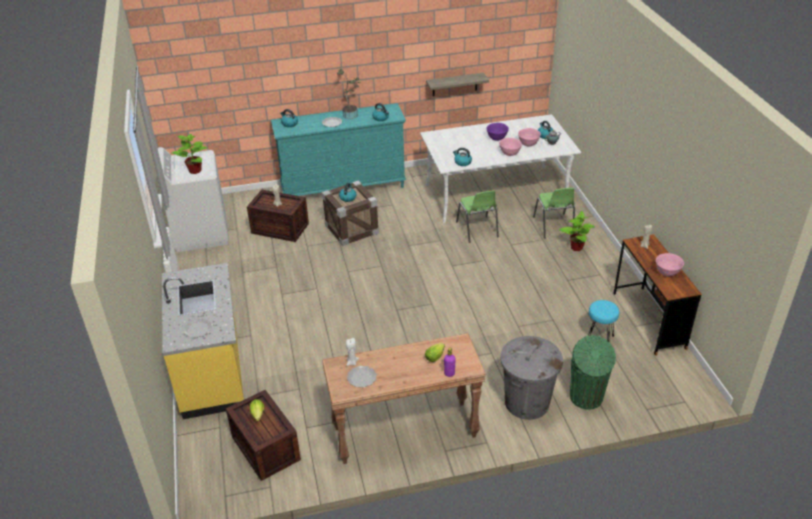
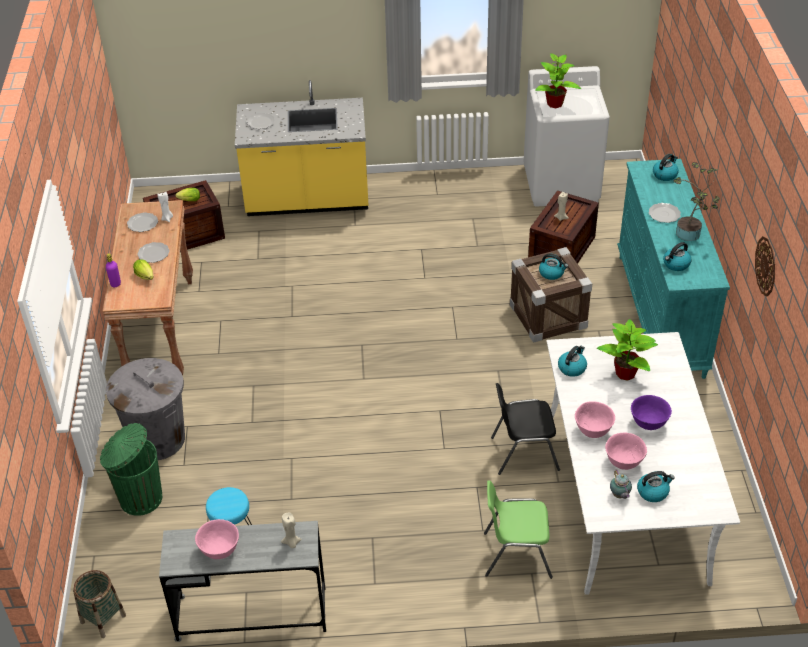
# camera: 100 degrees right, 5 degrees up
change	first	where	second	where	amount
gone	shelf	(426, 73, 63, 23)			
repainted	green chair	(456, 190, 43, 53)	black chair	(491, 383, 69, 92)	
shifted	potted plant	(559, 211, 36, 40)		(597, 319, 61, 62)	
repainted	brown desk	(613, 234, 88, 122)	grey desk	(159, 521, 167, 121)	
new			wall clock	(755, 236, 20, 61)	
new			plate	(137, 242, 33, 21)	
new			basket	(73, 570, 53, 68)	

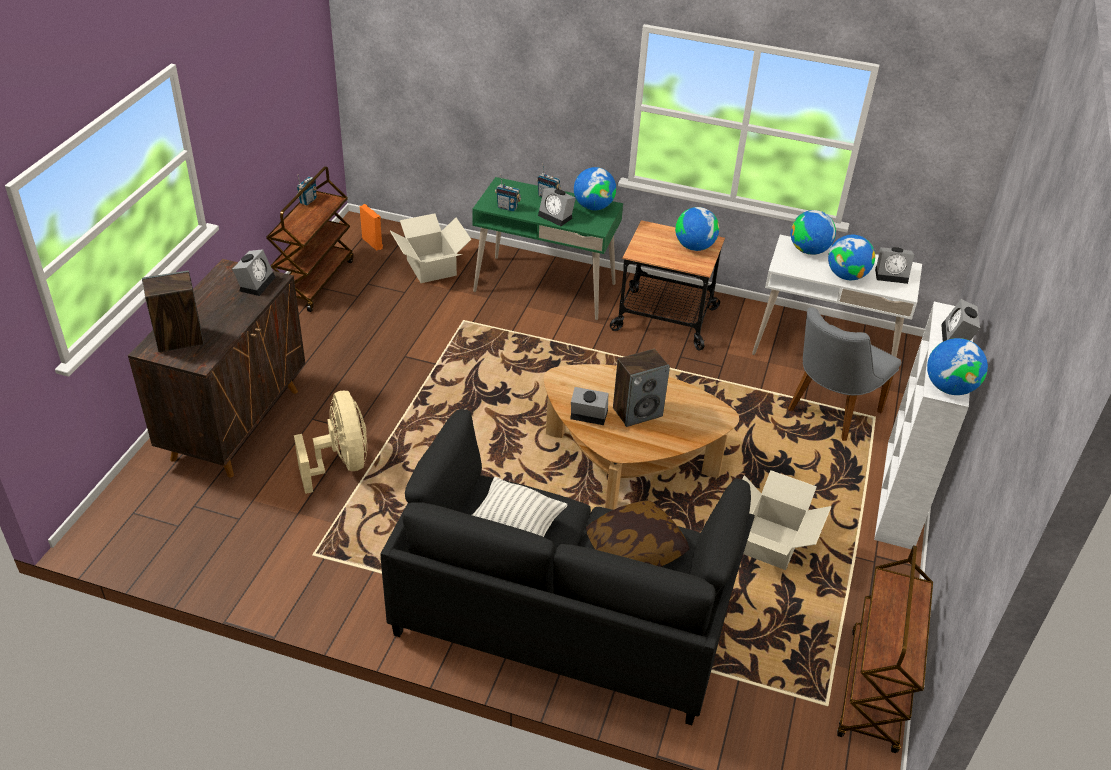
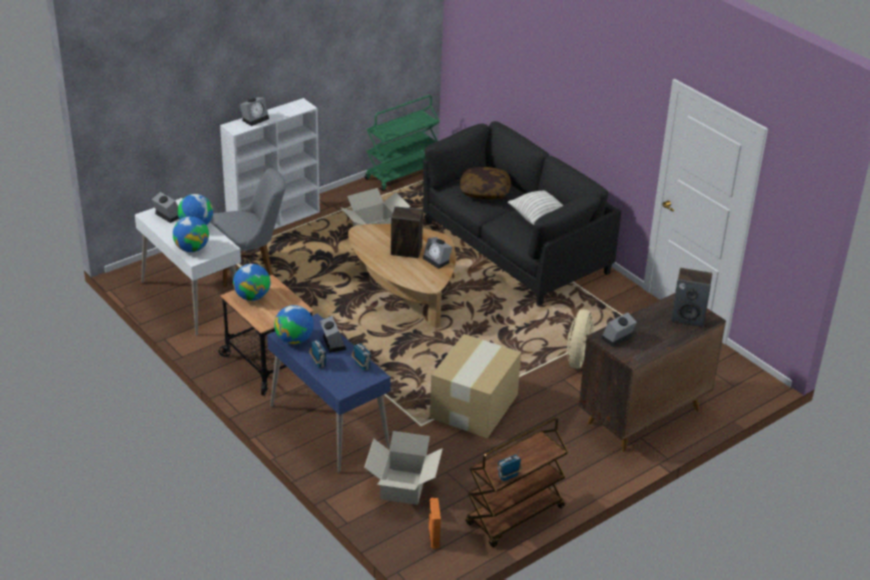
# camera: 145 degrees left, 5 degrees down
change	first	where	second	where	amount
repainted	green desk	(472, 177, 151, 143)	blue desk	(267, 314, 124, 158)	
gone	globe	(927, 338, 61, 57)			
repainted	brown cart	(837, 545, 96, 208)	green cart	(365, 95, 75, 96)	
new			cardboard box	(430, 334, 91, 104)	

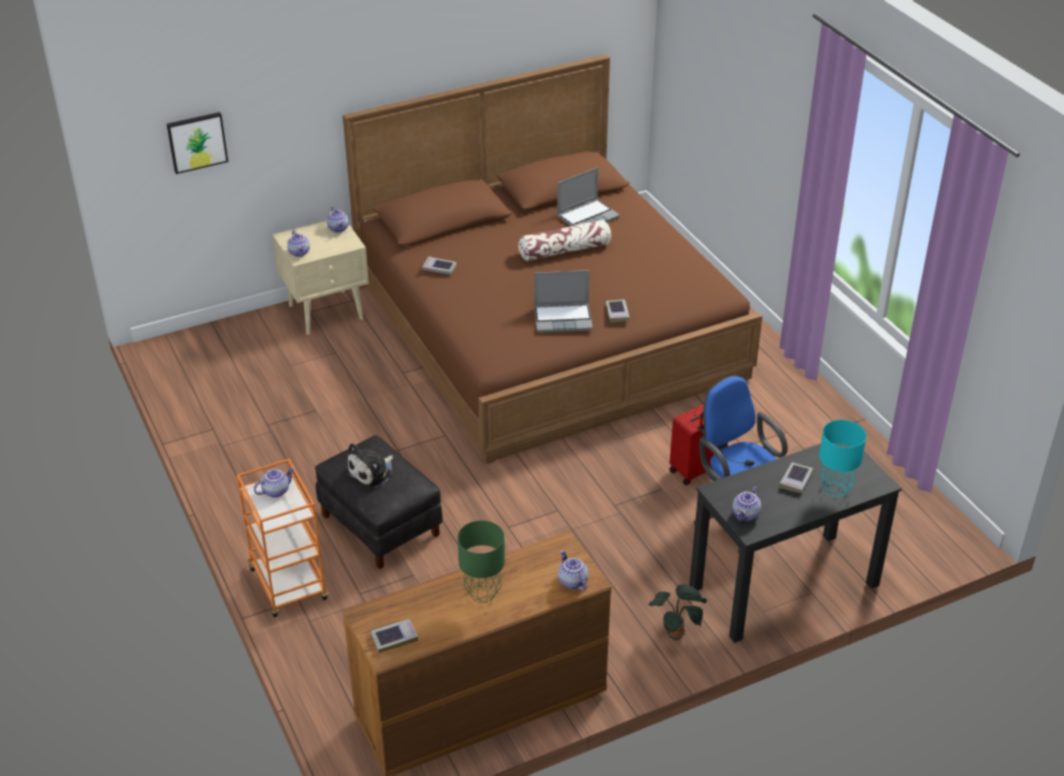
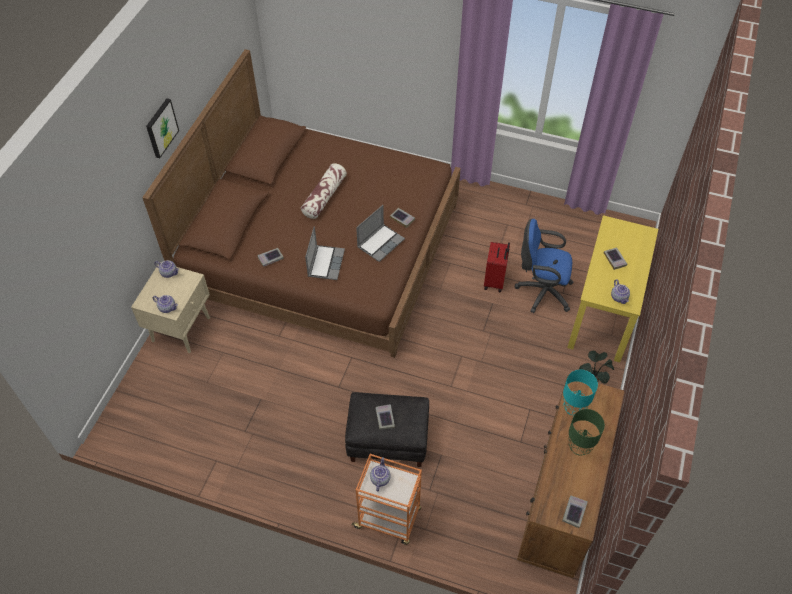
# camera: 45 degrees left, 15 degrees up
change	first	where	second	where	amount
shifted	picture	(167, 112, 61, 62)		(146, 98, 33, 60)	
shifted	laptop	(557, 167, 63, 59)		(305, 226, 40, 54)	
shifted	turquoise table lamp	(819, 420, 47, 77)		(563, 370, 35, 46)	
swapped	plush toy	(346, 443, 47, 46)	book	(375, 404, 20, 26)	
repainted	black desk	(689, 444, 213, 199)	yellow desk	(567, 215, 91, 148)	
gone	teapot	(558, 550, 30, 41)			

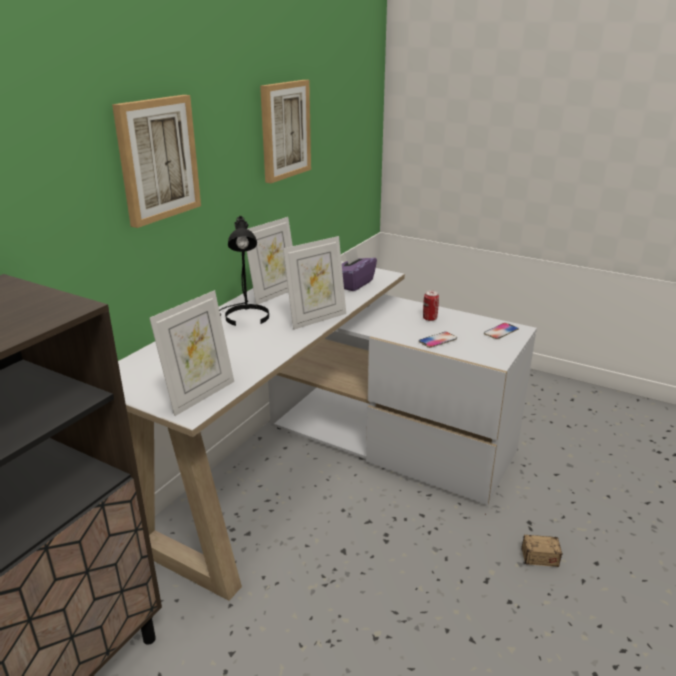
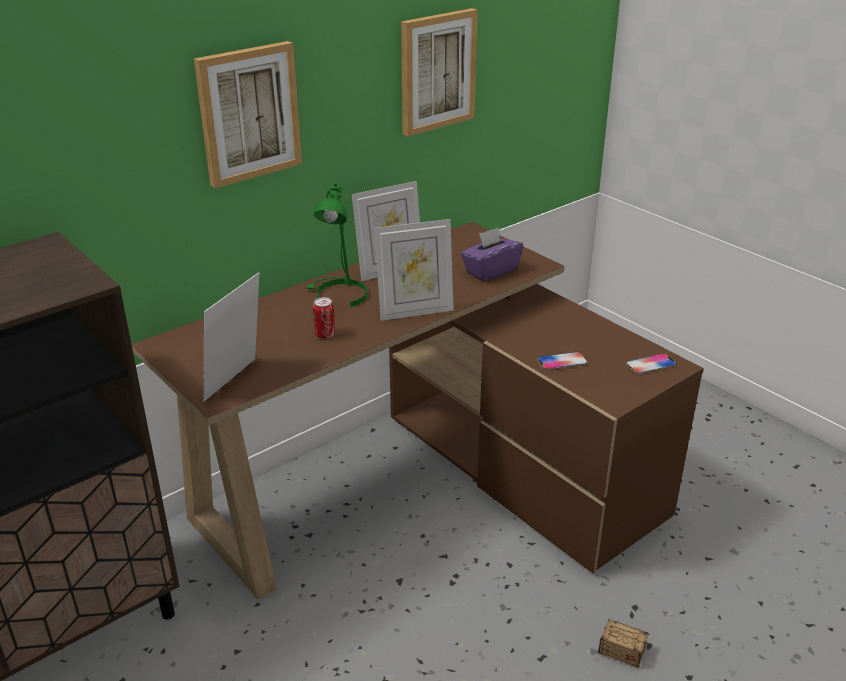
# camera: 20 degrees right, 5 degrees up
change	first	where	second	where	amount
repainted	black table lamp	(219, 216, 50, 110)	green table lamp	(306, 183, 61, 124)	
repainted	white desk	(118, 261, 419, 340)	brown desk	(132, 222, 572, 377)	
rotated	picture frame	(149, 290, 85, 126)		(203, 272, 56, 129)	150 degrees clockwise
shifted	can	(423, 290, 16, 31)		(313, 297, 22, 42)	

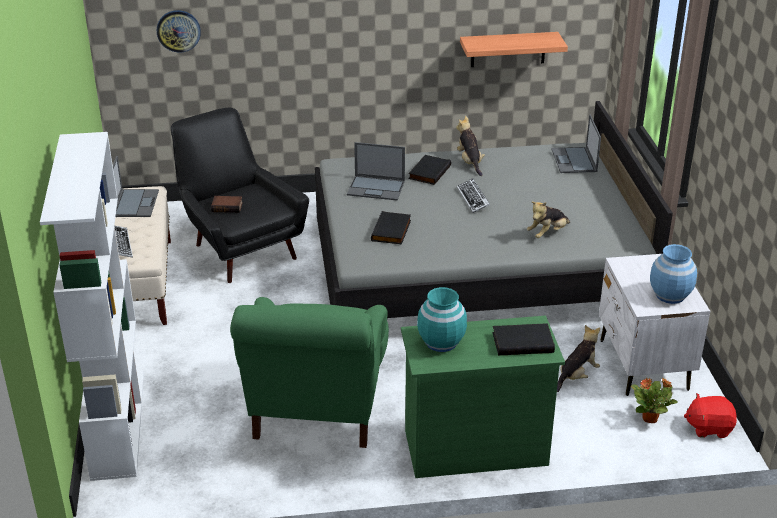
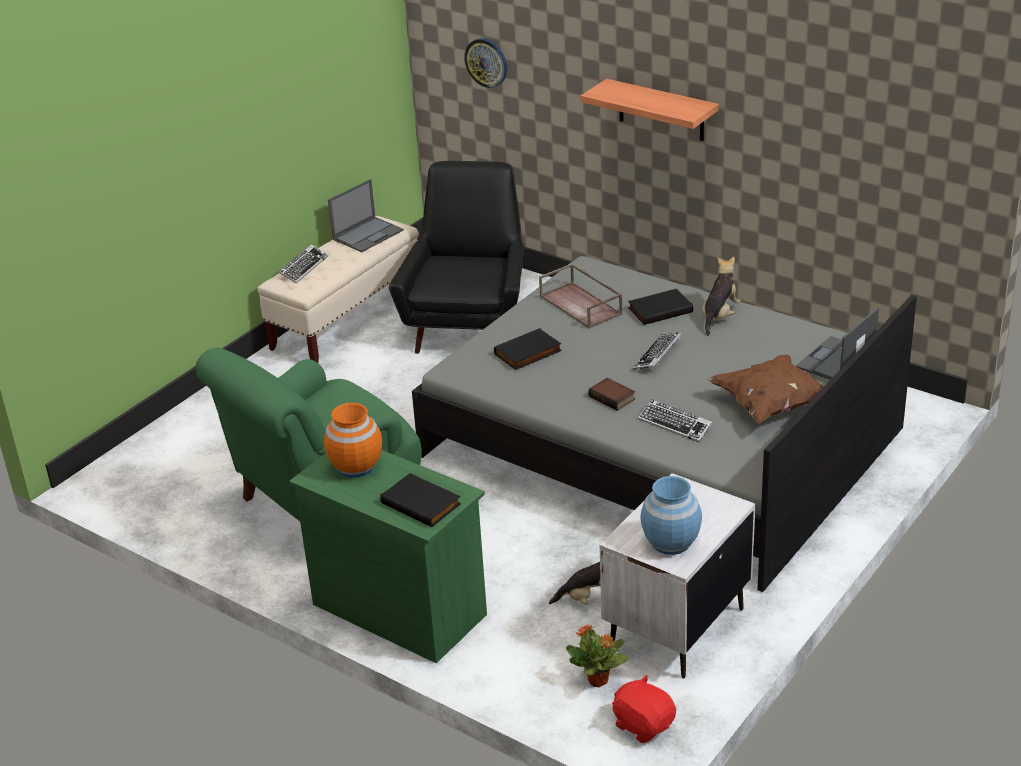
# camera: 45 degrees right, 0 degrees up
change	first	where	second	where	amount
shifted	shelf	(460, 32, 108, 35)		(580, 79, 139, 62)	
gone	white bookcase	(40, 132, 104, 349)			
swapped	laptop	(347, 142, 58, 58)	brown tray	(539, 263, 84, 66)	
shifted	book	(211, 196, 32, 17)		(588, 378, 47, 33)	
swapped	plush toy	(527, 202, 43, 36)	keyboard	(638, 399, 74, 43)	
repainted	turquoise vase	(417, 287, 50, 65)	orange vase	(324, 403, 58, 75)	
new			brown pillow	(708, 354, 115, 70)	

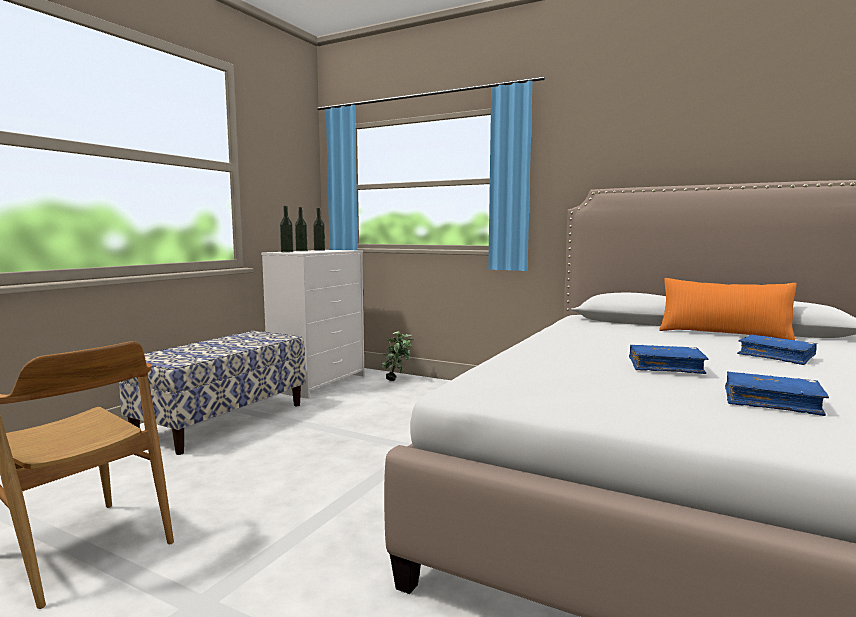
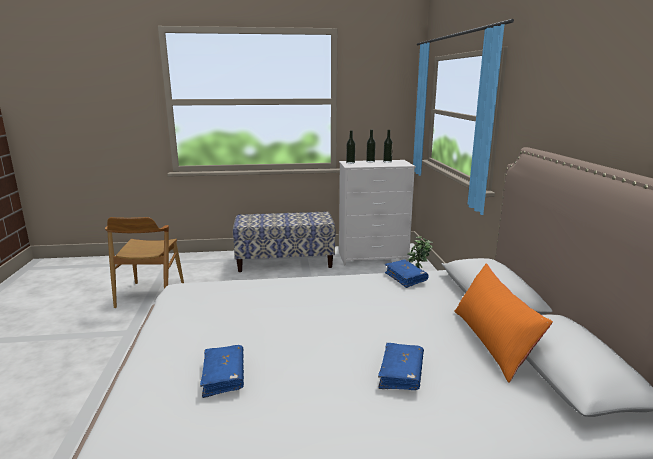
# camera: 55 degrees right, 10 degrees up
change	first	where	second	where	amount
shifted	blue book	(629, 345, 80, 29)		(385, 260, 43, 28)	

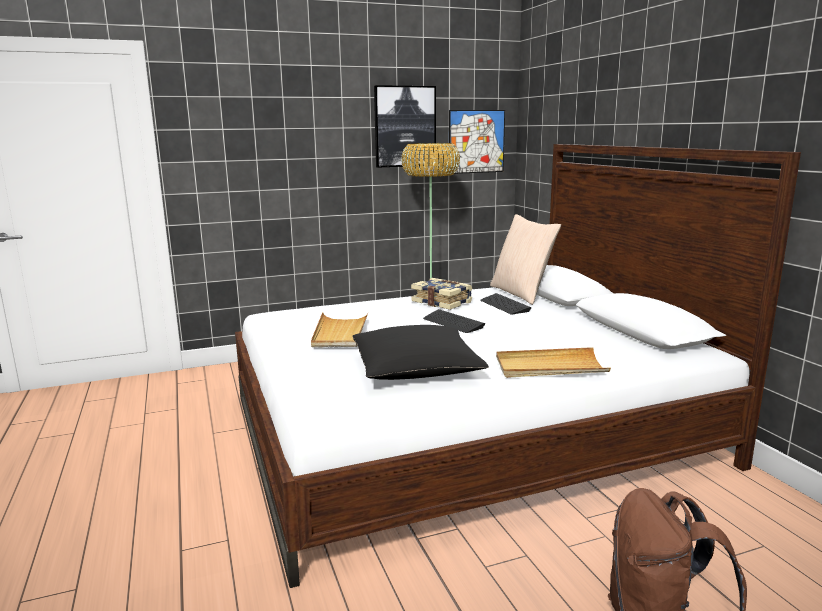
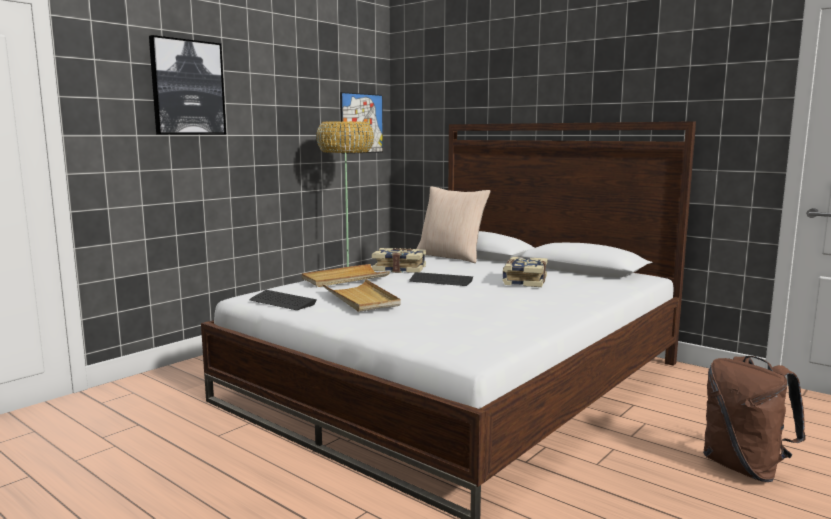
# camera: 30 degrees left, 5 degrees down
change	first	where	second	where	amount
shifted	picture	(374, 85, 62, 83)		(149, 35, 77, 100)	
shifted	keyboard	(480, 293, 51, 22)		(250, 290, 66, 20)	
gone	black pillow	(352, 325, 137, 55)			
shifted	beige tray	(496, 347, 115, 31)		(302, 264, 88, 23)	
new			book	(502, 257, 46, 30)	

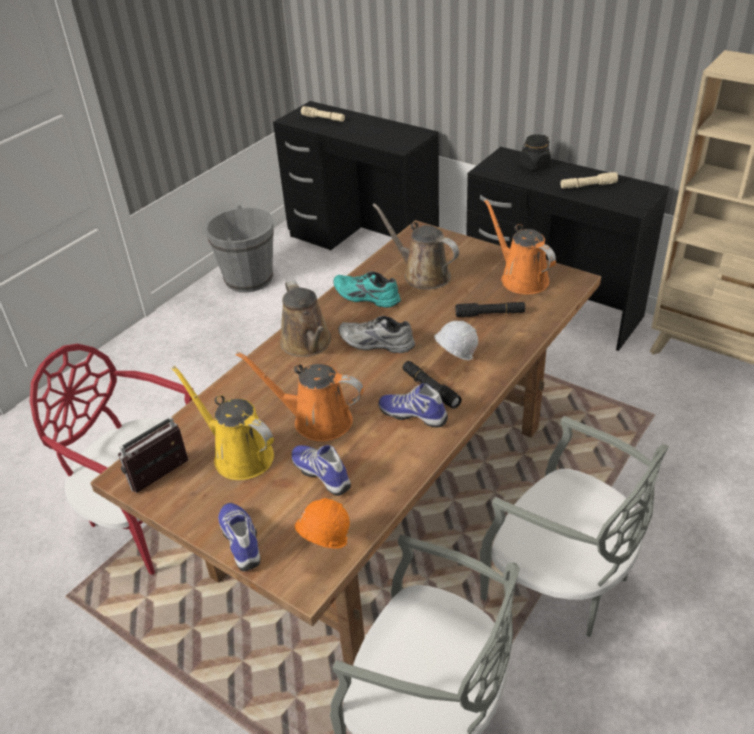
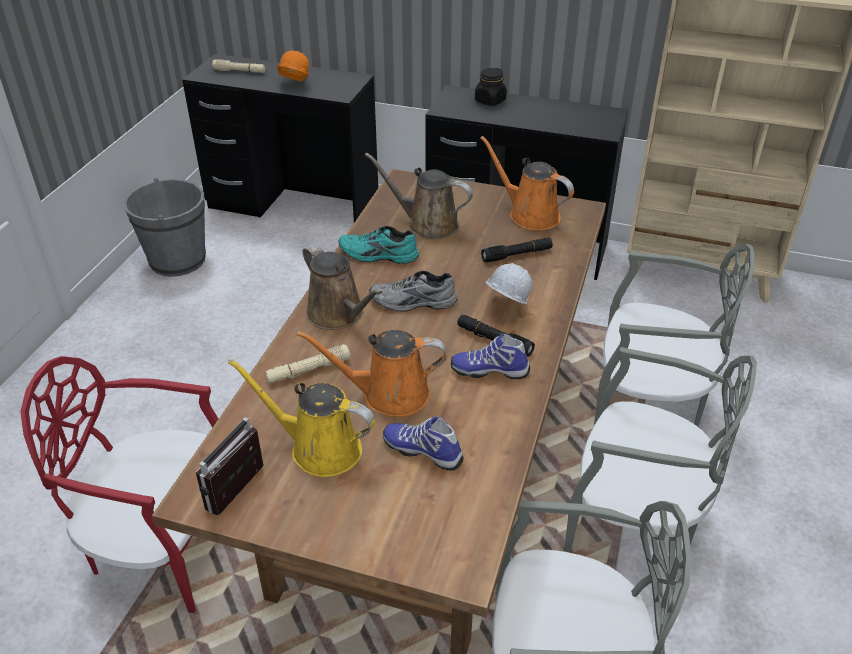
# camera: 20 degrees left, 0 degrees up
change	first	where	second	where	amount
shifted	beige flashlight	(561, 172, 57, 17)		(265, 344, 85, 39)	
shifted	orange hard hat	(295, 498, 55, 51)		(277, 50, 32, 31)	
gone	shoe	(218, 503, 43, 68)			
new			grey chair	(594, 244, 160, 183)	

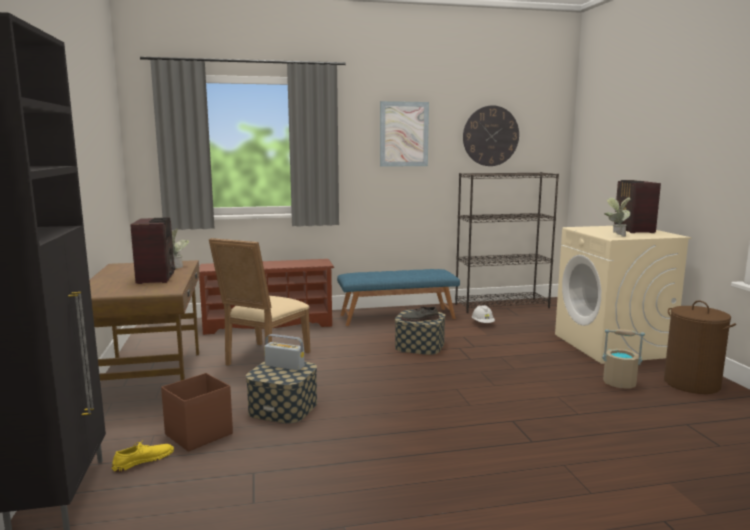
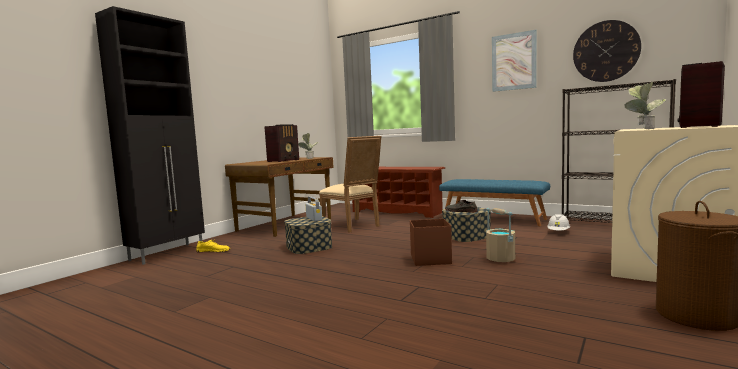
# camera: 45 degrees right, 5 degrees down
change	first	where	second	where	amount
rotated	beige chair	(209, 238, 101, 128)		(319, 136, 62, 97)	105 degrees counterclockwise
shifted	beige bucket	(602, 329, 43, 60)		(486, 208, 29, 54)	
shifted	brown storage box	(161, 373, 72, 79)		(410, 219, 42, 47)	

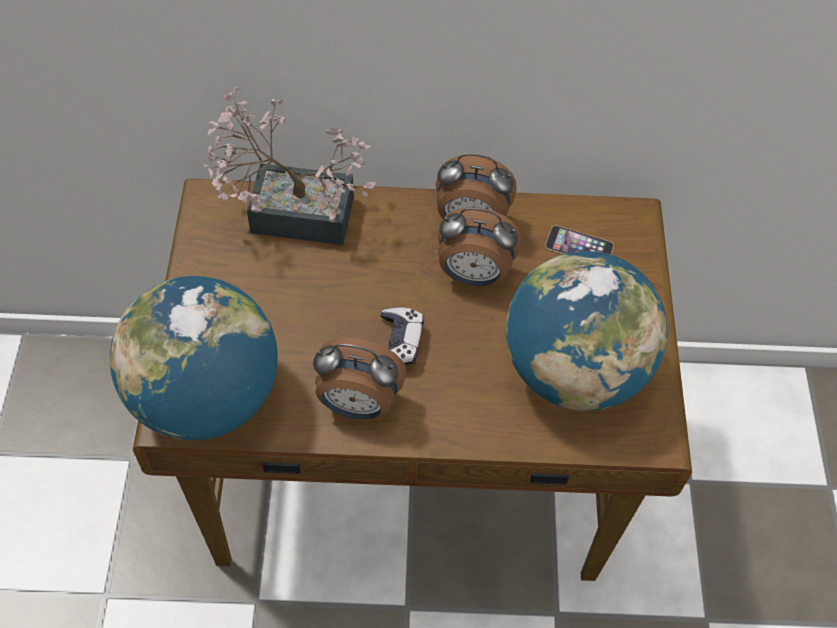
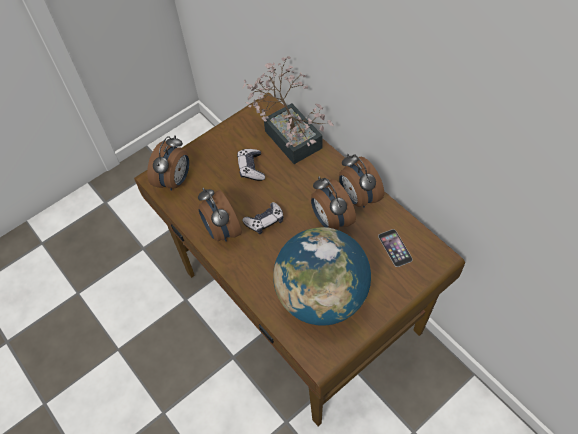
# camera: 55 degrees right, 0 degrees up
change	first	where	second	where	amount
swapped	globe	(110, 276, 168, 165)	alarm clock	(147, 135, 42, 56)	
new			game controller	(237, 149, 28, 32)	

